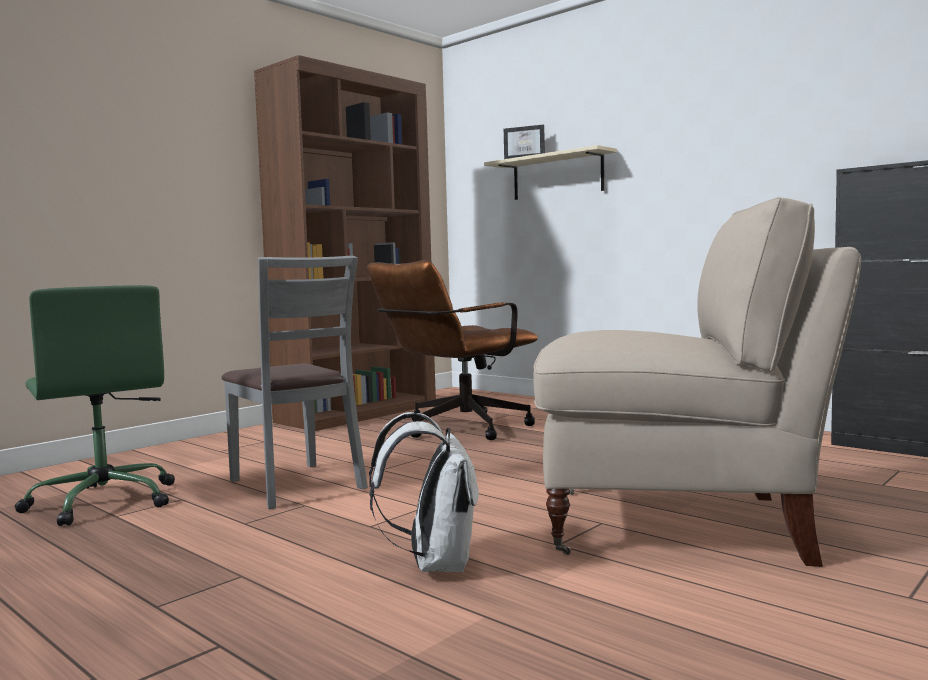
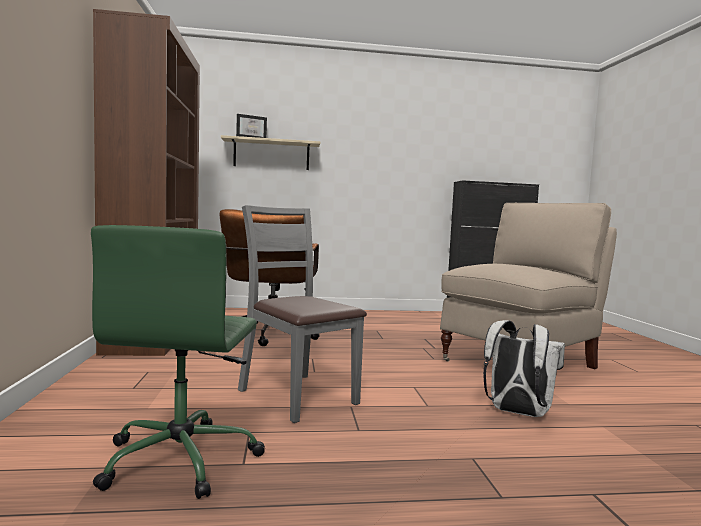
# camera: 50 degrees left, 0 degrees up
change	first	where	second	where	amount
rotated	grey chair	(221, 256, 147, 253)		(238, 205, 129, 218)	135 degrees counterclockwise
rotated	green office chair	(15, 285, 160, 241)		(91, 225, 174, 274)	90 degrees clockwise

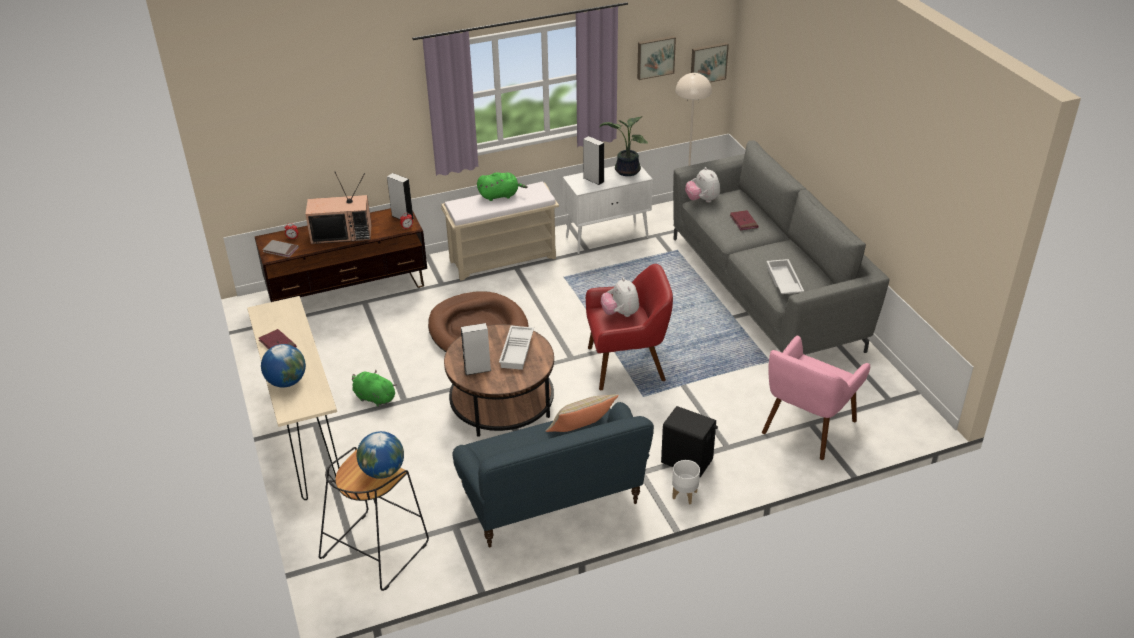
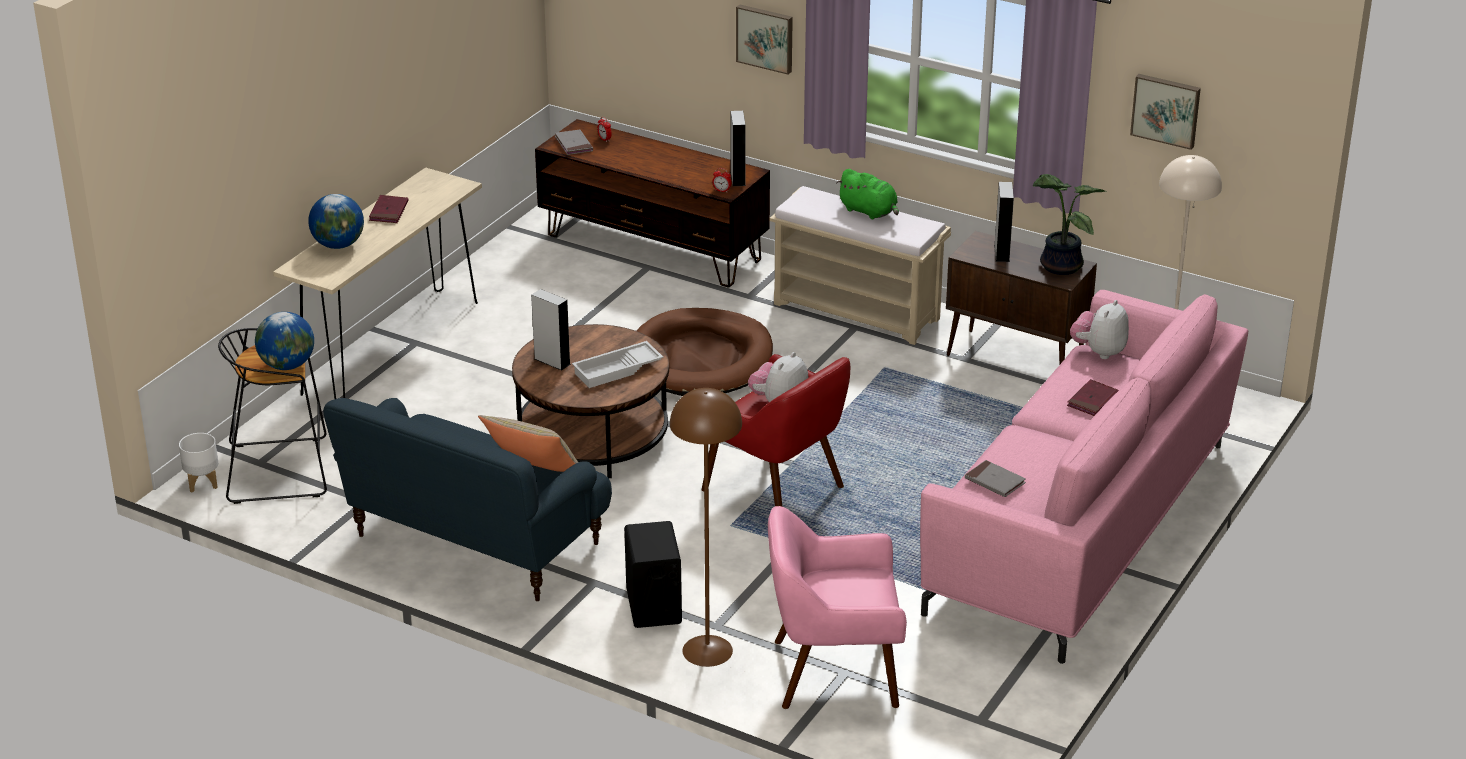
# camera: 50 degrees right, 5 degrees down
change	first	where	second	where	amount
shifted	picture	(691, 42, 38, 40)		(736, 4, 57, 70)	
repainted	grey sofa	(673, 140, 217, 215)	pink sofa	(920, 290, 328, 374)	
repainted	white cabinet	(563, 165, 90, 89)	brown cabinet	(946, 231, 151, 134)	
gone	television	(305, 172, 66, 72)			
swapped	white tray	(766, 259, 38, 35)	grey book	(965, 460, 61, 37)	
gone	green plush toy	(352, 370, 45, 37)			
shifted	white planter	(672, 460, 28, 44)		(179, 433, 39, 59)	
new			brown floor lamp	(670, 388, 72, 279)	

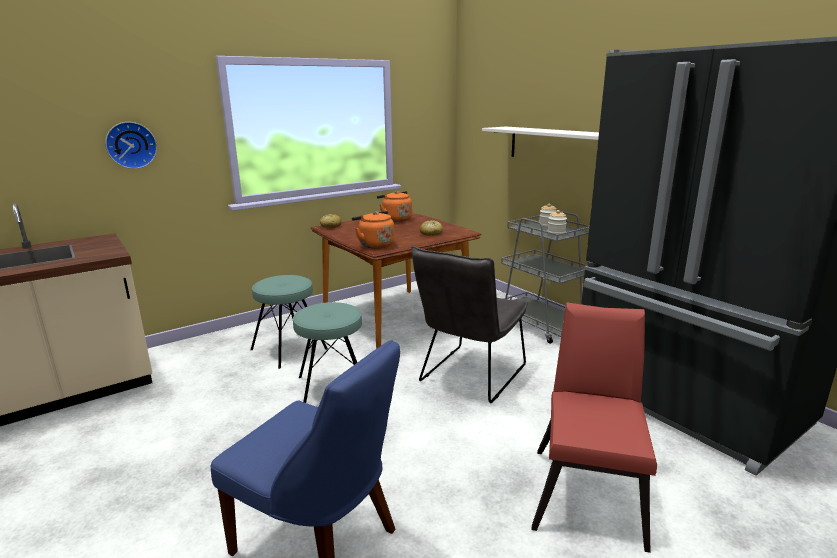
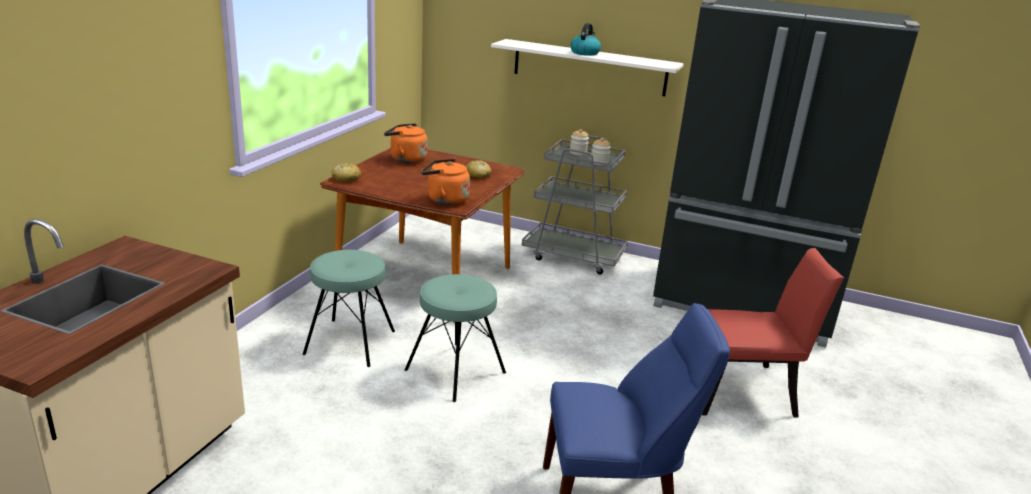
# camera: 35 degrees left, 5 degrees up
change	first	where	second	where	amount
gone	wall clock	(105, 122, 52, 47)			
gone	grey chair	(412, 246, 116, 157)			
rotated	red chair	(531, 302, 126, 251)		(702, 248, 142, 169)	105 degrees clockwise
new			kettle	(570, 23, 31, 33)	

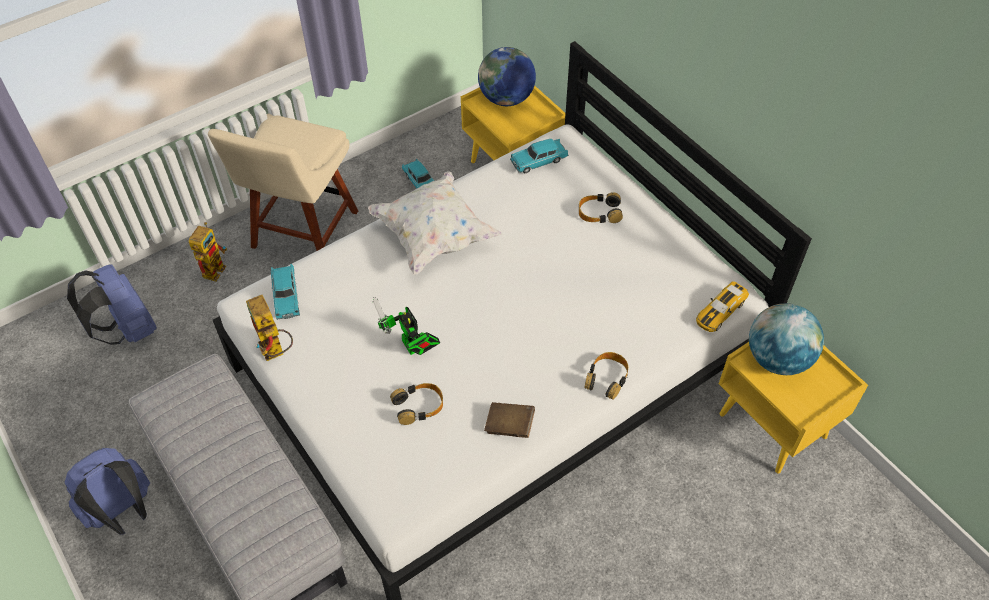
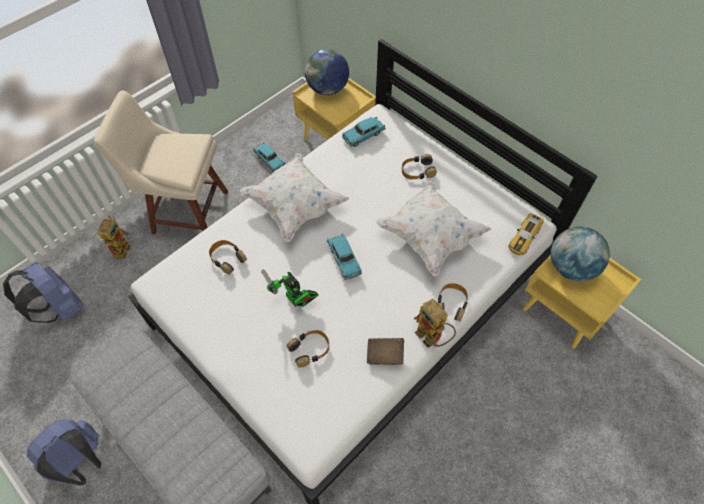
# camera: 10 degrees left, 5 degrees up
change	first	where	second	where	amount
rotated	beige chair	(208, 114, 150, 137)		(94, 91, 134, 143)	90 degrees clockwise
shifted	turquoise toy car	(271, 264, 29, 56)		(327, 233, 35, 47)	
shifted	toy robot	(246, 295, 47, 66)		(414, 299, 42, 49)	
new			white pillow	(376, 181, 115, 95)	
new			headphones	(209, 240, 38, 34)	

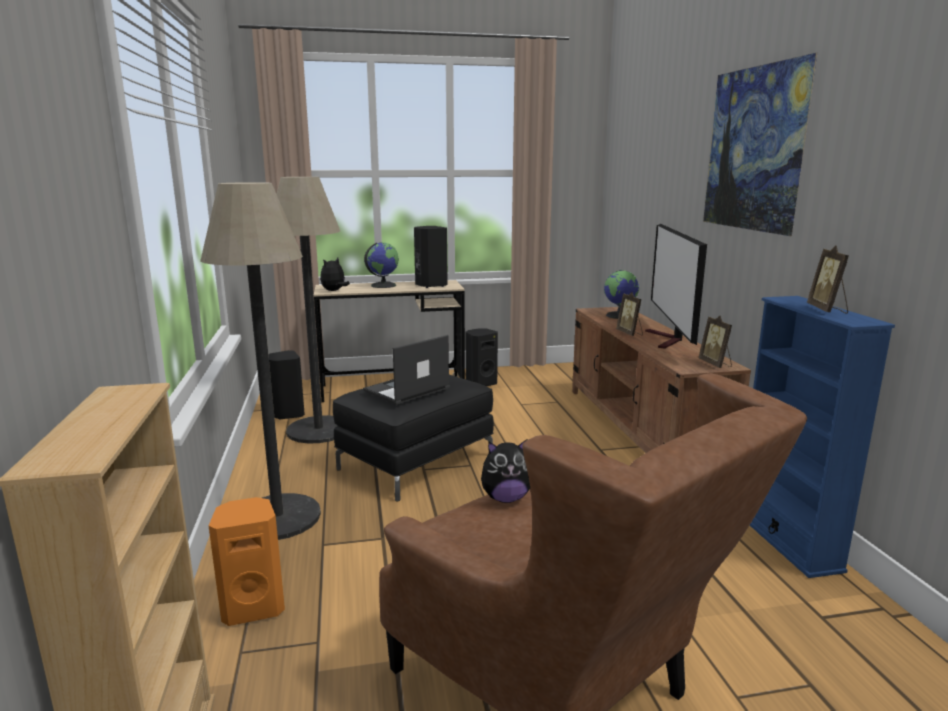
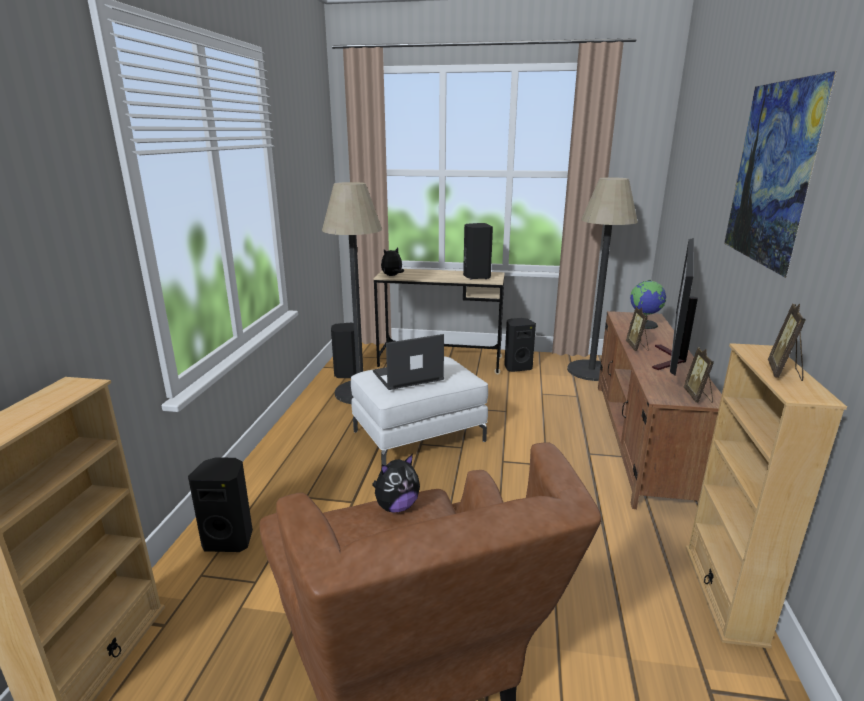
# camera: 20 degrees right, 5 degrees up
change	first	where	second	where	amount
shifted	floor lamp	(200, 182, 121, 358)		(567, 177, 71, 204)	
gone	globe	(364, 242, 35, 46)			
repainted	blue bookcase	(750, 296, 145, 282)	beige bookcase	(686, 343, 161, 306)	
repainted	black ottoman	(333, 375, 161, 126)	white ottoman	(351, 357, 137, 109)	
rotated	plush toy	(481, 439, 49, 64)		(372, 454, 48, 58)	45 degrees counterclockwise
repainted	orange speaker	(209, 497, 76, 129)	black speaker	(188, 457, 65, 95)	

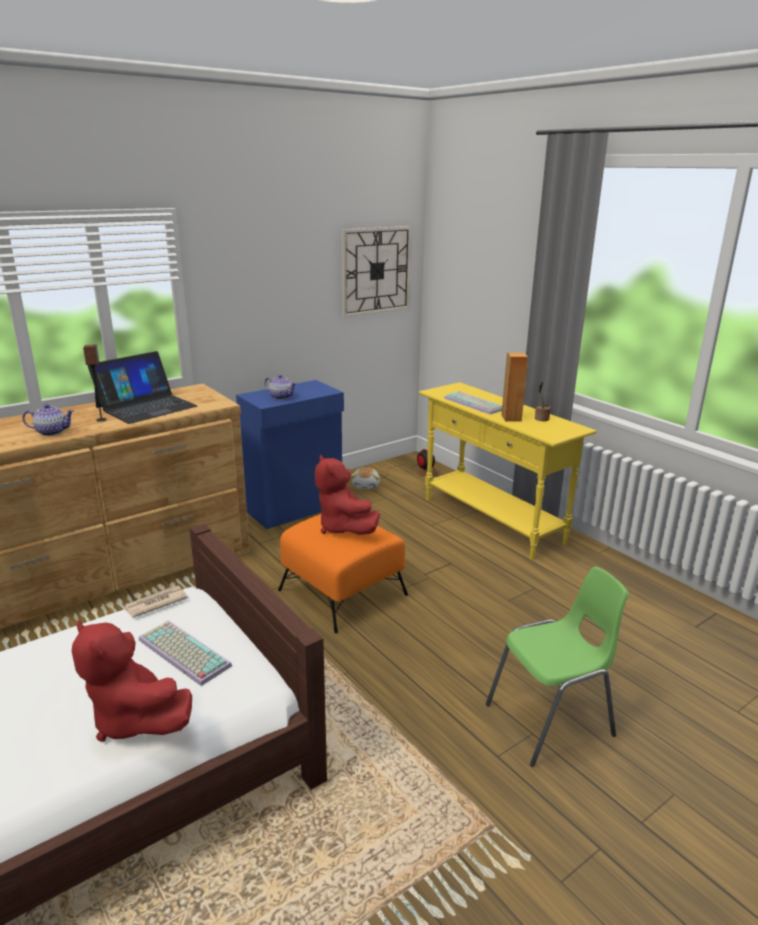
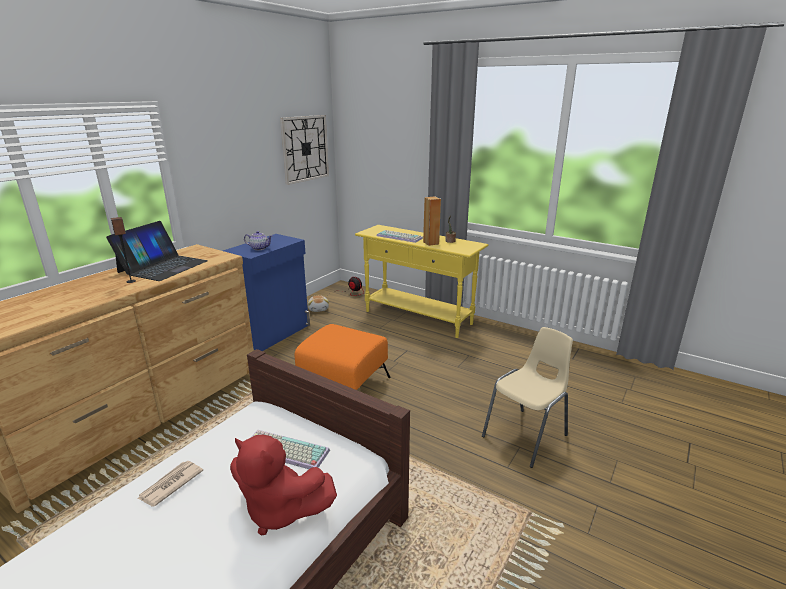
# camera: 20 degrees left, 0 degrees up
change	first	where	second	where	amount
gone	teapot	(22, 404, 52, 32)			
gone	red plush toy	(315, 455, 65, 80)			
repainted	green chair	(486, 567, 143, 200)	beige chair	(482, 327, 91, 141)	
shifted	newspaper	(124, 586, 64, 32)		(137, 461, 66, 46)	

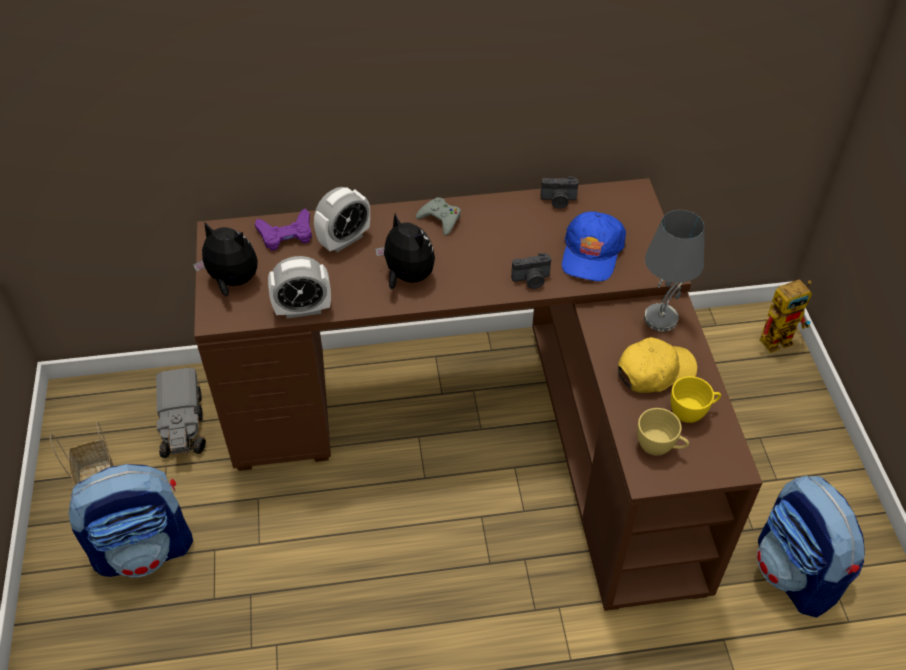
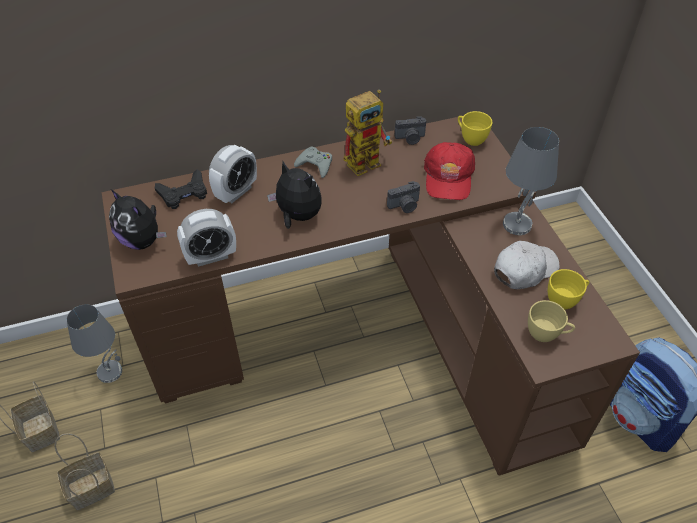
# camera: 10 degrees left, 0 degrees up
change	first	where	second	where	amount
repainted	purple game controller	(255, 209, 57, 42)	black game controller	(155, 169, 52, 40)	
repainted	blue cap	(562, 211, 64, 70)	red cap	(424, 142, 51, 58)	
rotated	plush toy	(193, 222, 65, 75)		(109, 189, 58, 61)	150 degrees counterclockwise
shifted	toy robot	(759, 279, 53, 74)		(343, 89, 49, 87)	
repainted	yellow cap	(618, 337, 79, 56)	white cap	(494, 241, 66, 48)	
swapped	toy truck	(156, 368, 50, 90)	grey table lamp	(67, 304, 55, 79)	
swapped	backpack	(68, 464, 125, 113)	basket	(54, 433, 61, 77)	
new			yellow cup	(458, 111, 34, 35)	

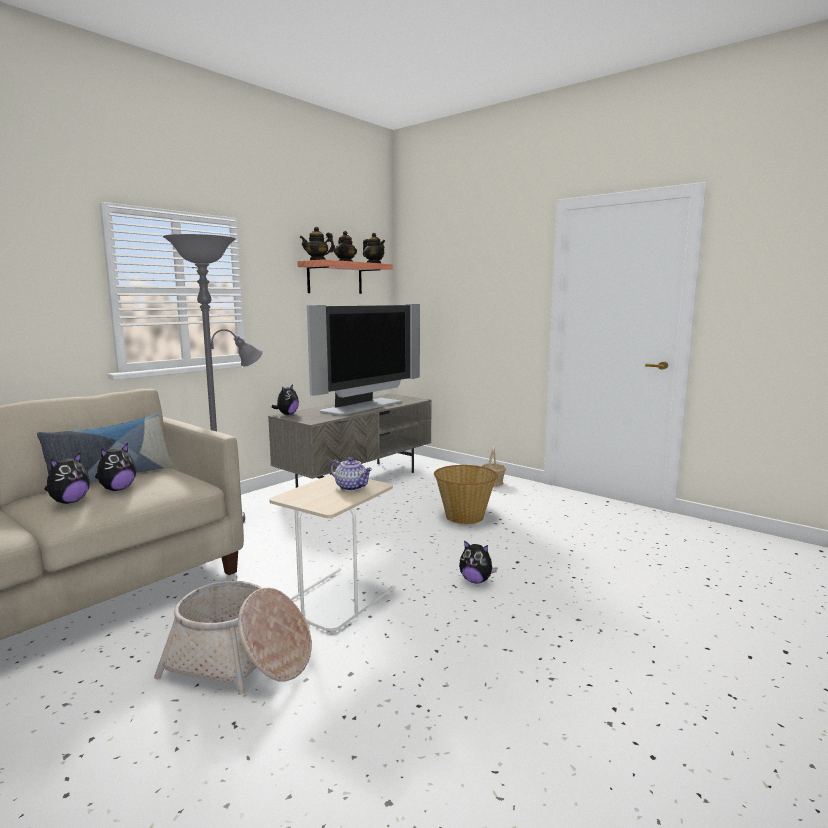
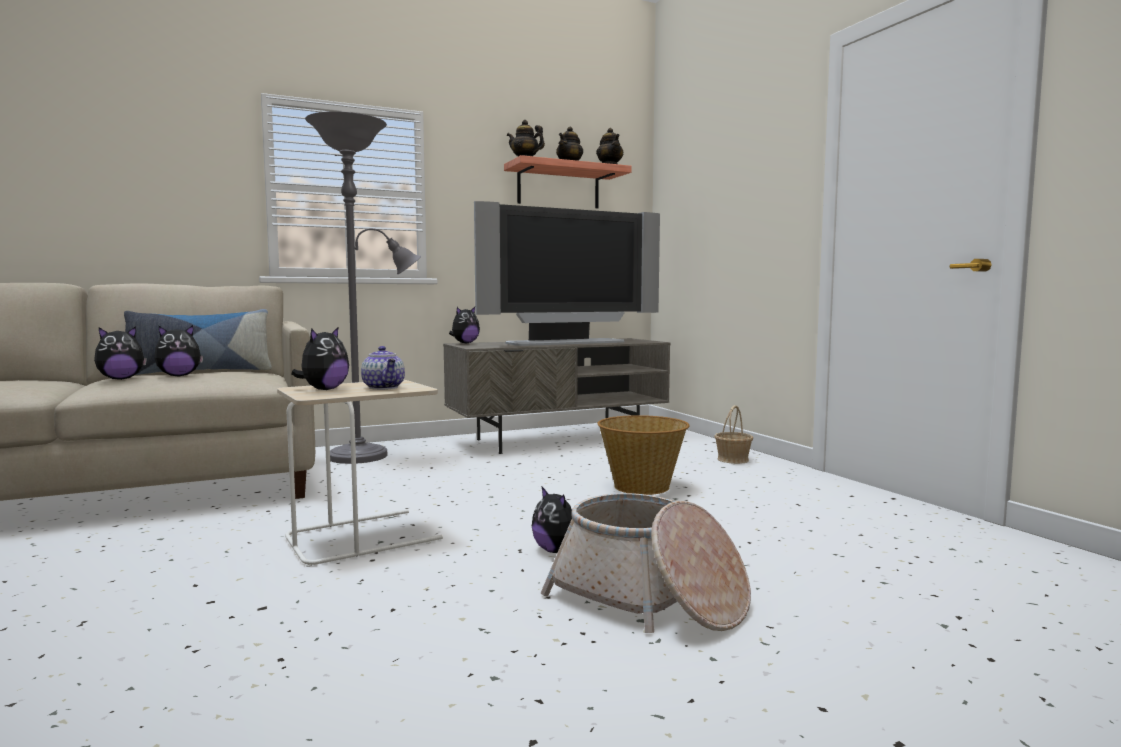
# camera: 25 degrees right, 5 degrees down
change	first	where	second	where	amount
shifted	basket	(154, 581, 158, 114)		(541, 493, 210, 140)	
new			plush toy	(292, 326, 57, 64)	

